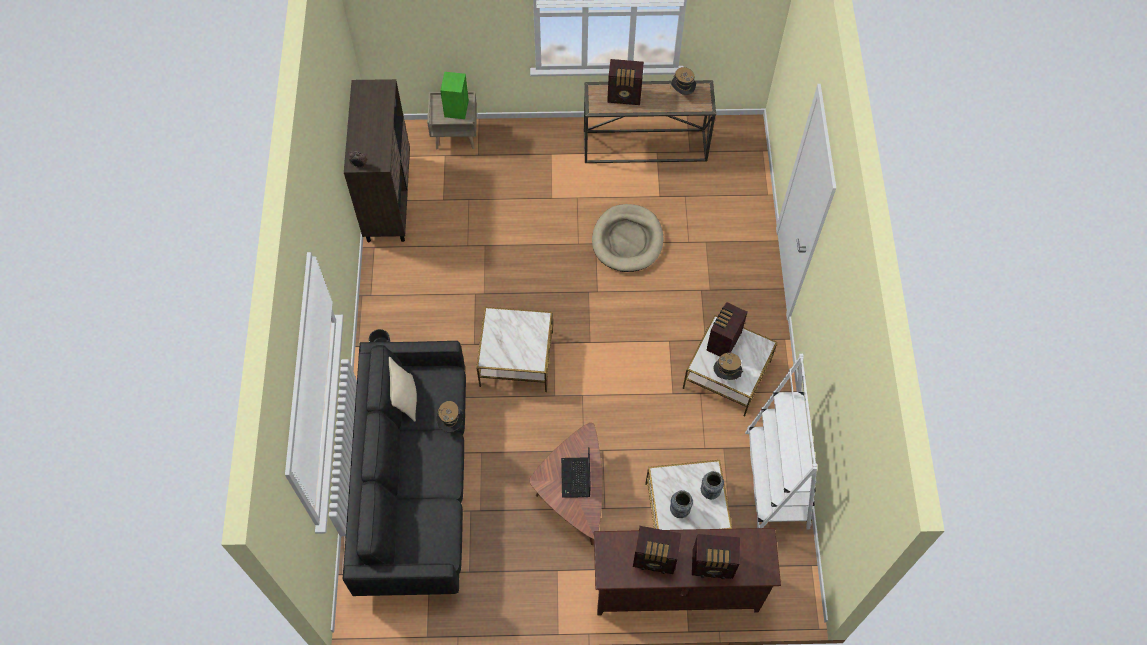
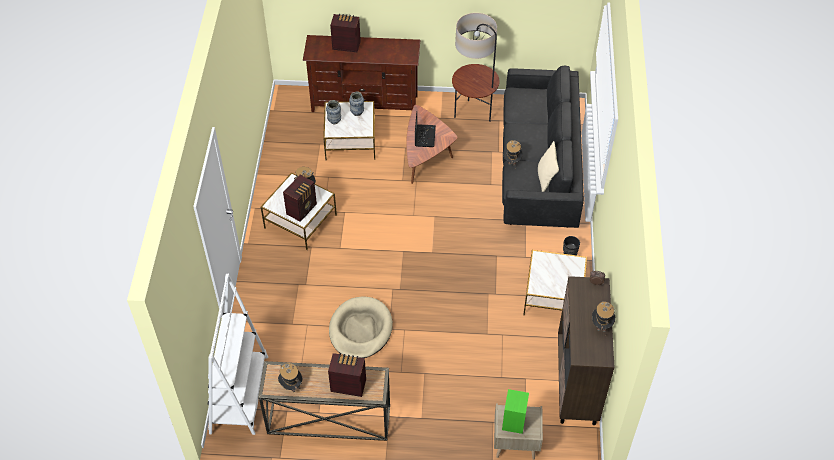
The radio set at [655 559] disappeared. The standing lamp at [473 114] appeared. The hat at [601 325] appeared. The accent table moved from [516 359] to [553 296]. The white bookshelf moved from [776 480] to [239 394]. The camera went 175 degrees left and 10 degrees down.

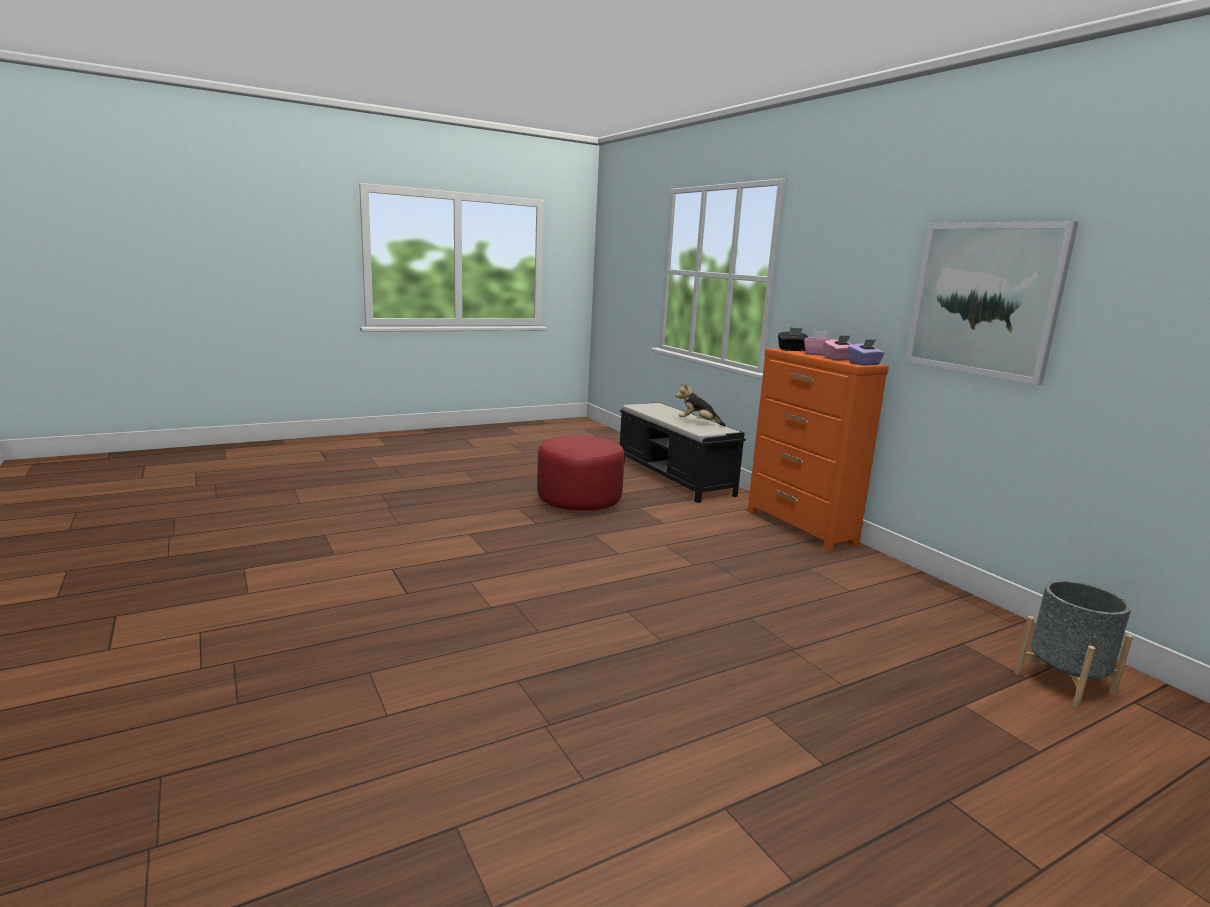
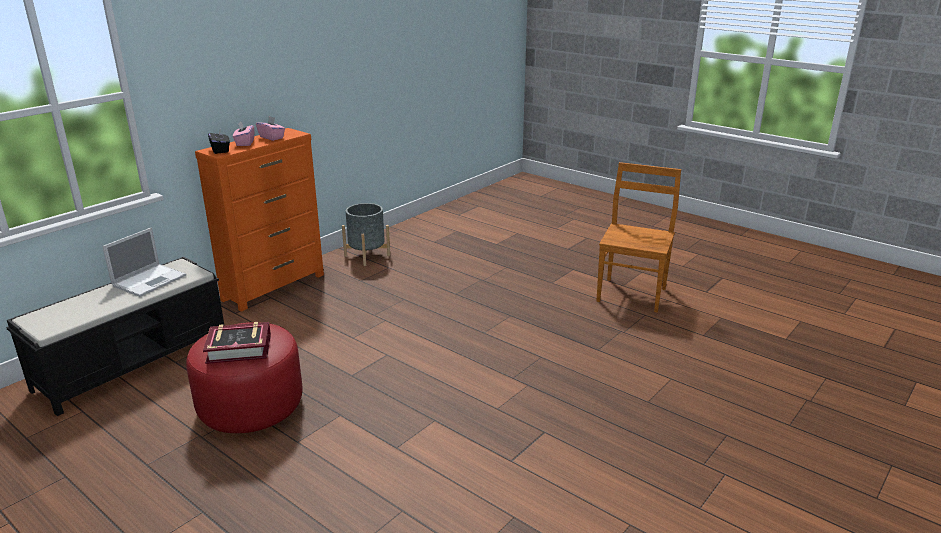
The purplish tissue box at [864 364] disappeared. The picture at [984 299] disappeared. The bound book at [239 348] appeared. The brown upright chair at [632 294] appeared. The gray planter moved from [1064 683] to [367 256]. The cuddly toy at [698 423] was replaced by the laptop at [150 280]. The camera went 110 degrees left and 10 degrees up.

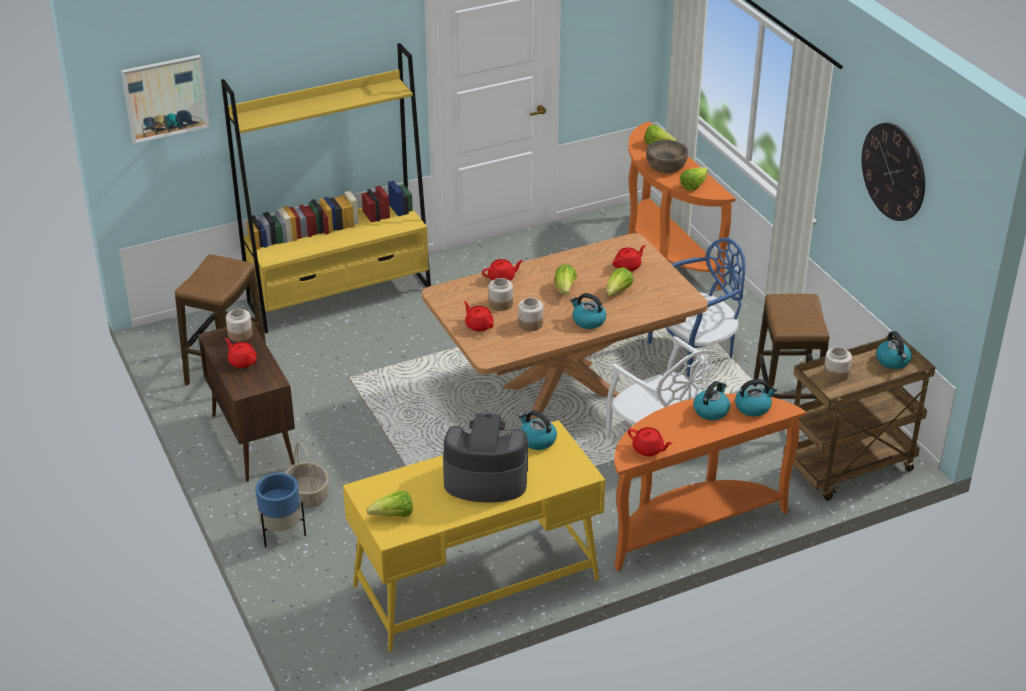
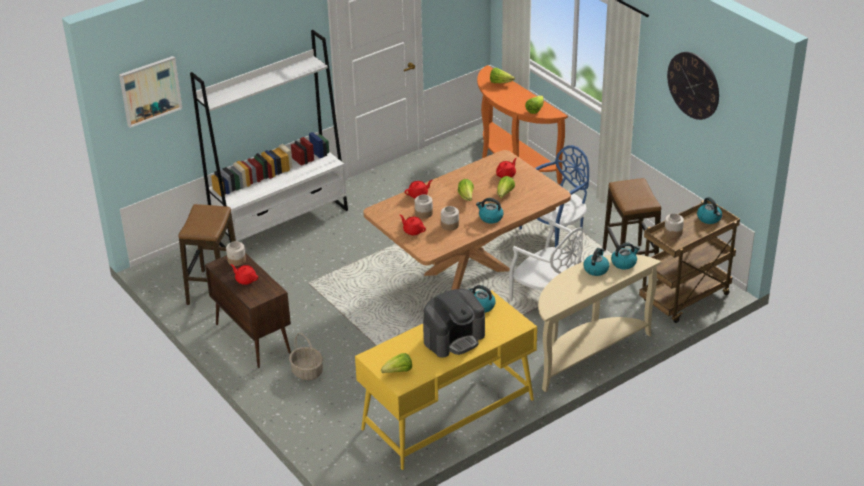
The blue planter at [281 533] disappeared. The red-coloured pot for tea at [648 449] disappeared. The brown serving bowl at [666 165] disappeared. The yellow bookshelf at [340 296] became the white bookshelf at [281 224]. The orangey hall table at [690 525] became the sand-coloured hall table at [586 353]. The coffee brewer at [485 479] turned 150 degrees clockwise. The camera went 10 degrees left and 0 degrees up.

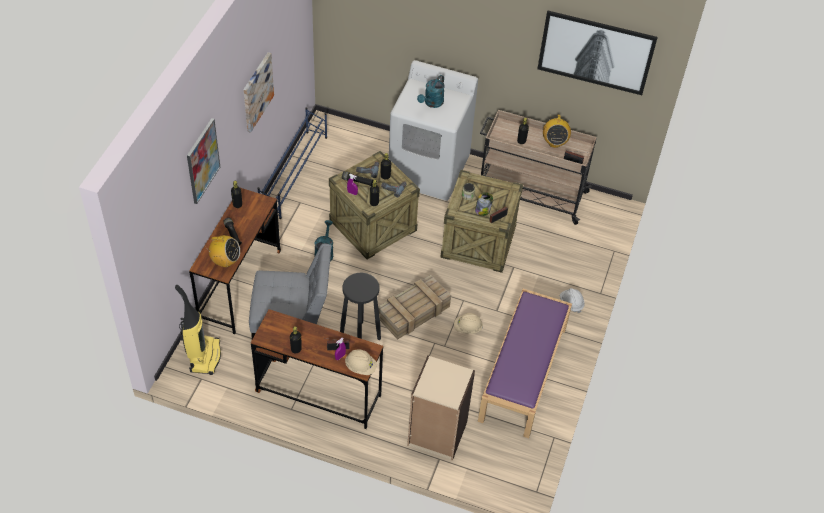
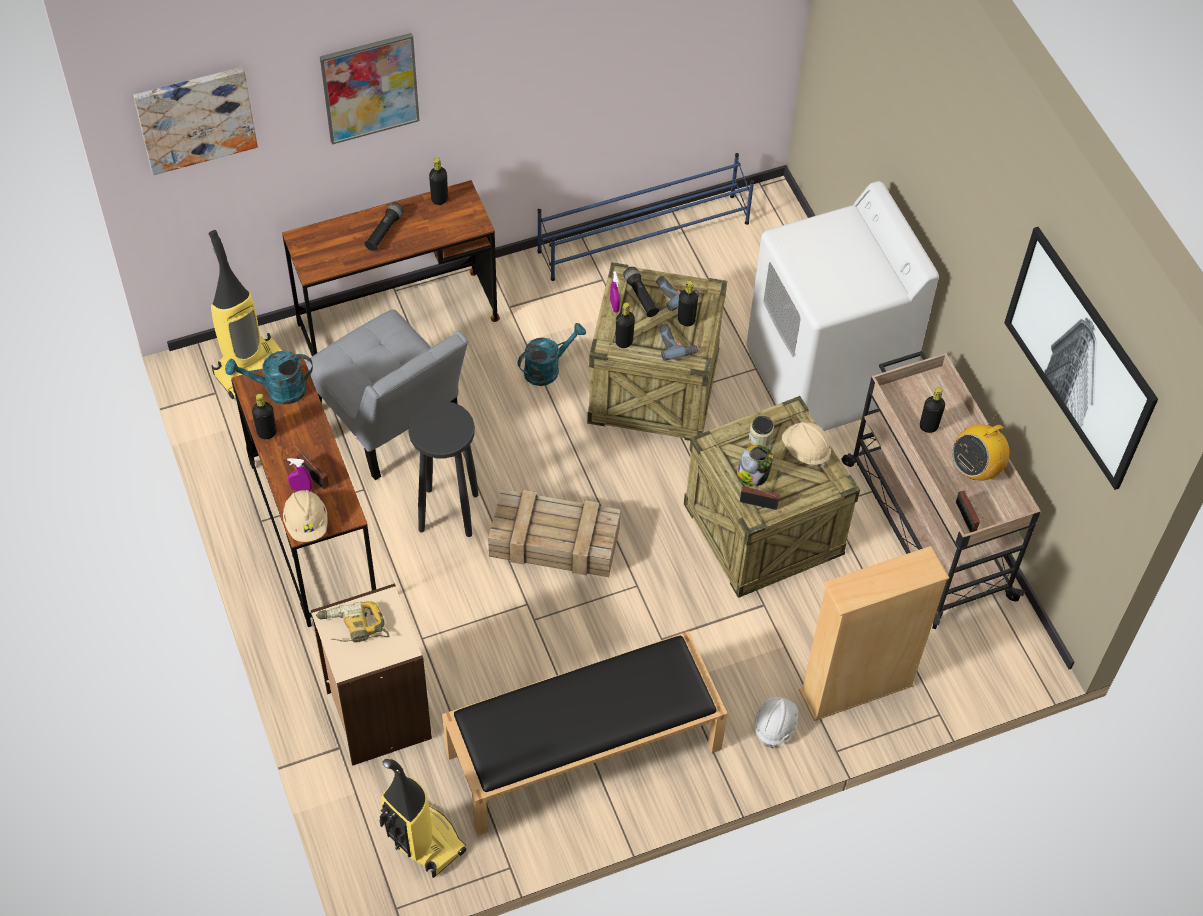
The radio set at [225 261] disappeared. The electric drill at [353 628] appeared. The vacuum at [421 839] appeared. The sand-coloured bookshelf at [856 689] appeared. The picture moved from [257 92] to [195 118]. The turquoise sprinkling can moved from [432 103] to [278 390]. The sand-coloured safety helmet moved from [467 328] to [805 450]. The purplish bench at [523 374] became the blackish bench at [582 751]. The camera went 50 degrees right and 5 degrees up.

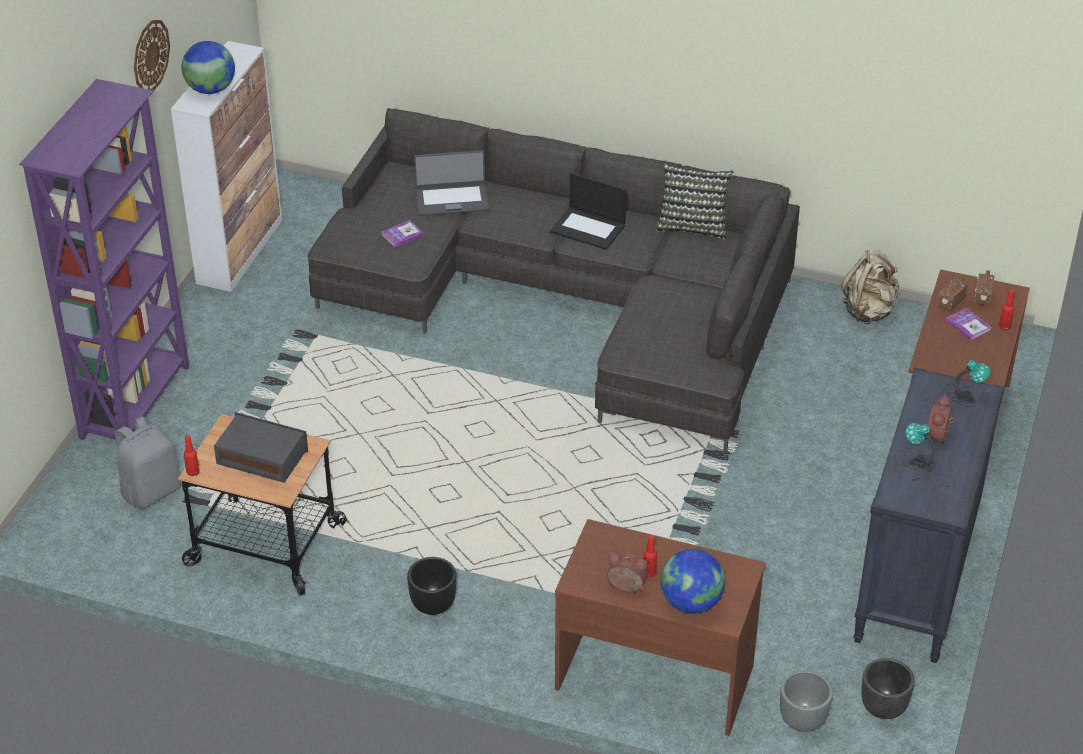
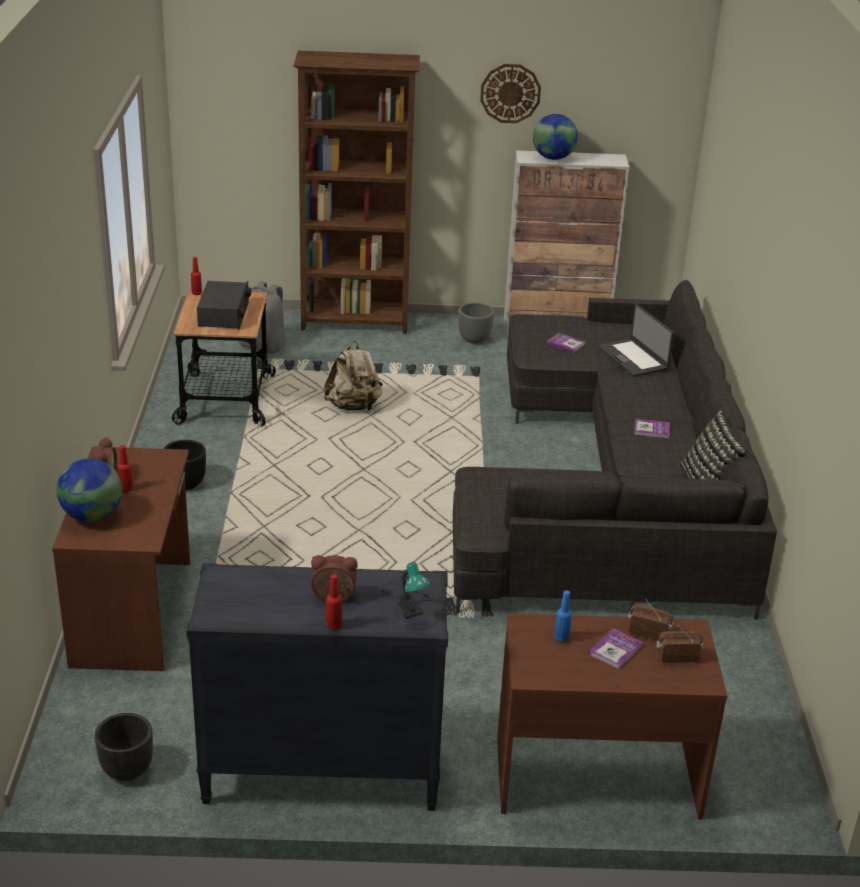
The lamp for a table at [922 468] disappeared. The blue beverage bottle at [561 638] appeared. The gray planter moved from [803 720] to [474 339]. The sand-coloured knapsack moved from [869 311] to [354 406]. The red-coloured beverage bottle moved from [1004 326] to [334 625]. The laptop at [589 228] was replaced by the bound book at [651 429]. The purplish bookshelf at [137 402] became the brown bookshelf at [355 323]. The camera went 70 degrees right and 10 degrees down.

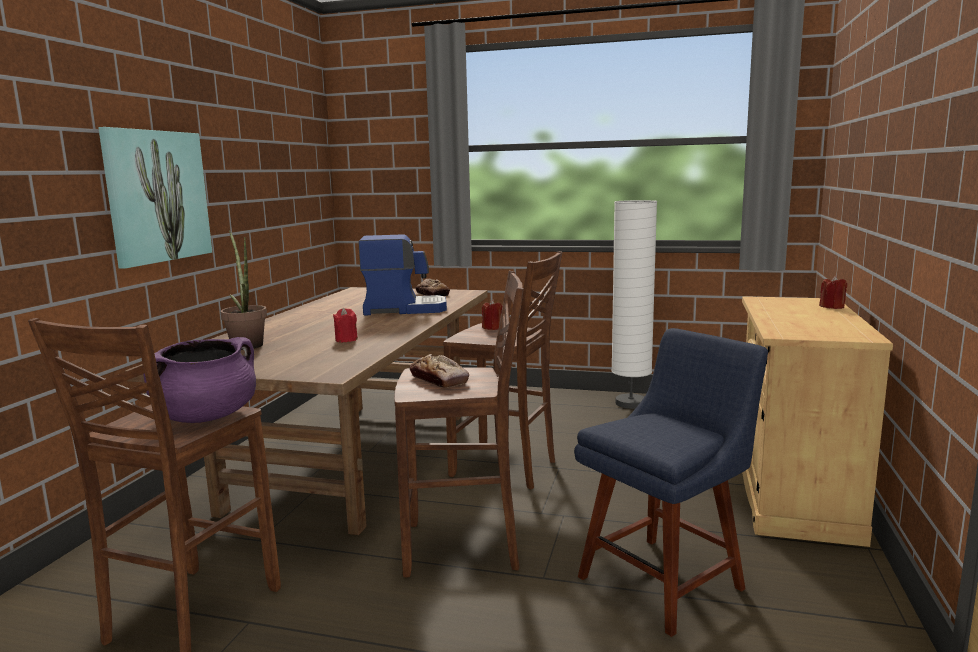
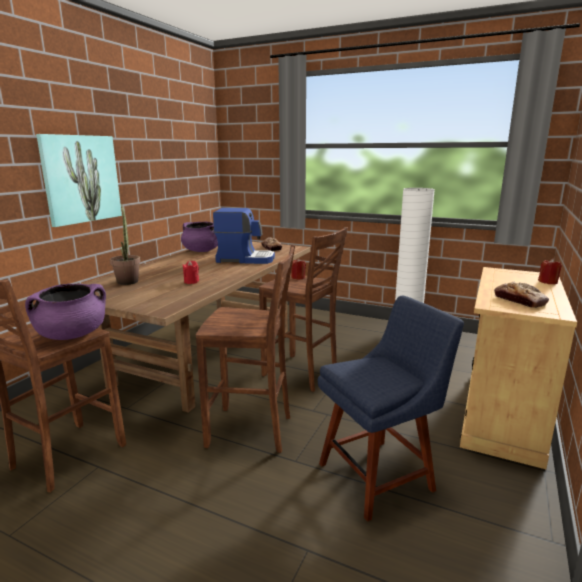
The purplish saucepot at [202 251] appeared. The bread moved from [439 379] to [519 300]. The camera went 10 degrees right and 5 degrees up.

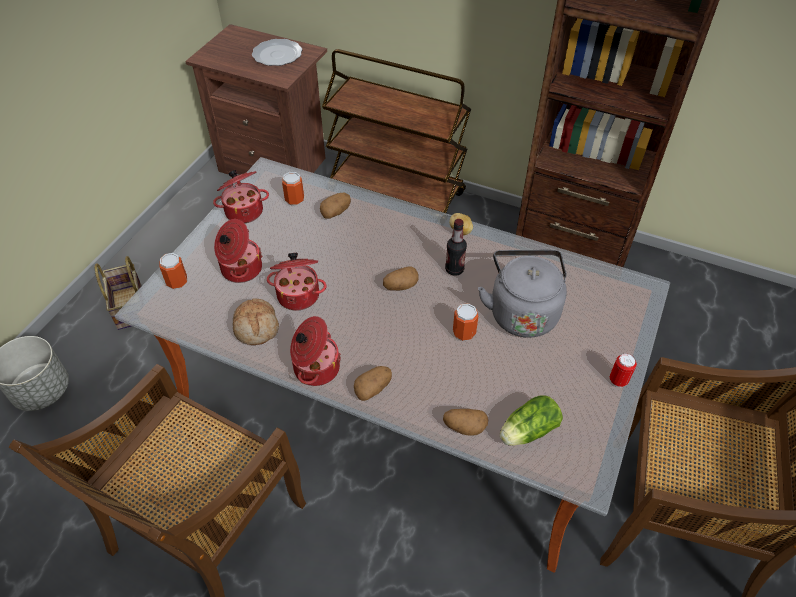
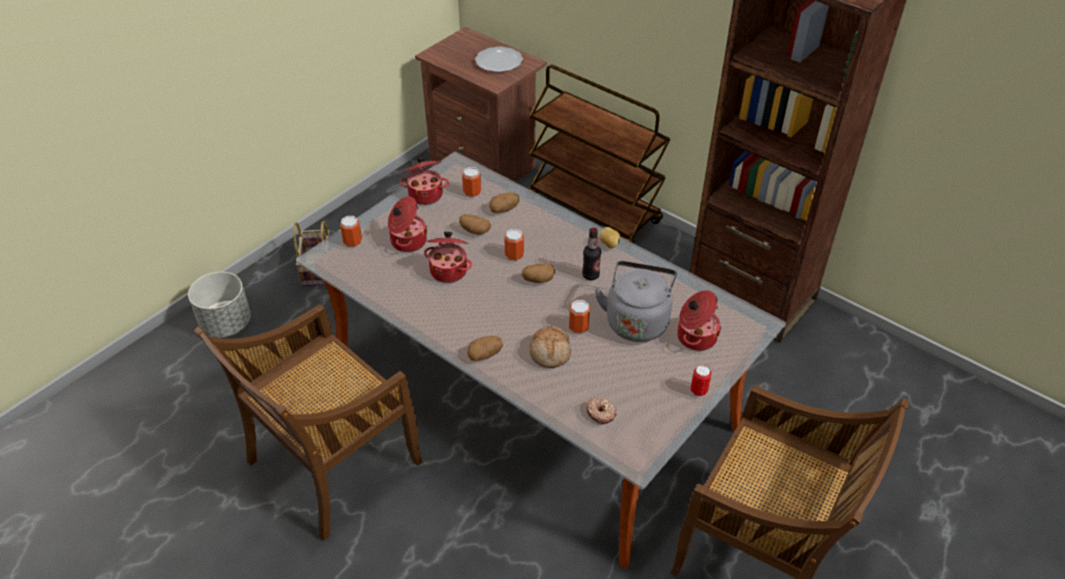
The sealed can at [514 255] appeared. The bread moved from [257 327] to [550 352]. The saucepot moved from [315 368] to [695 336]. The whole potato moved from [464 427] to [474 231]. The head of lettuce at [526 432] was replaced by the donut at [600 413]. The camera went 15 degrees right and 5 degrees down.

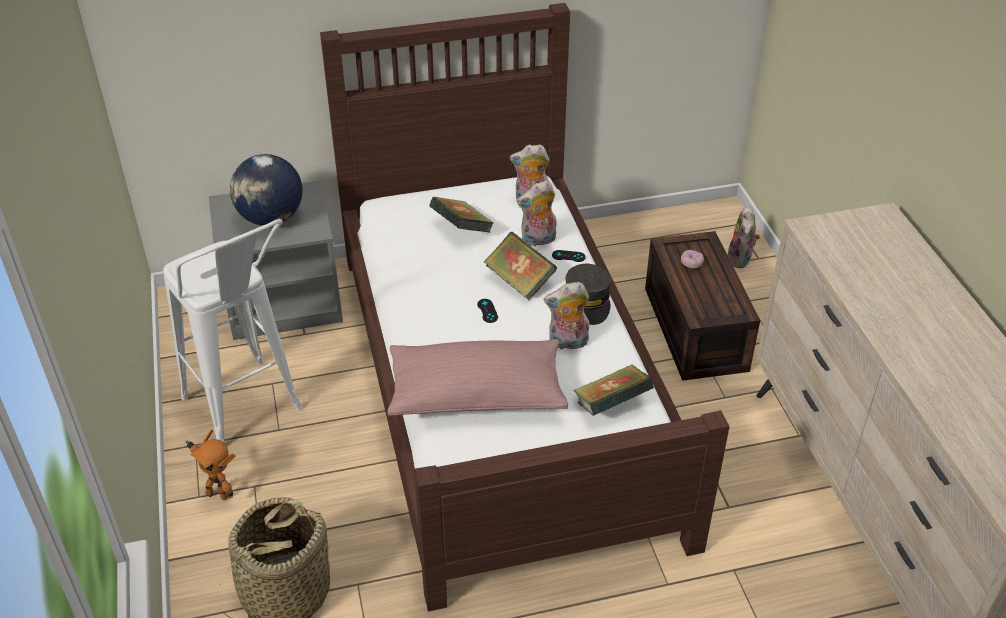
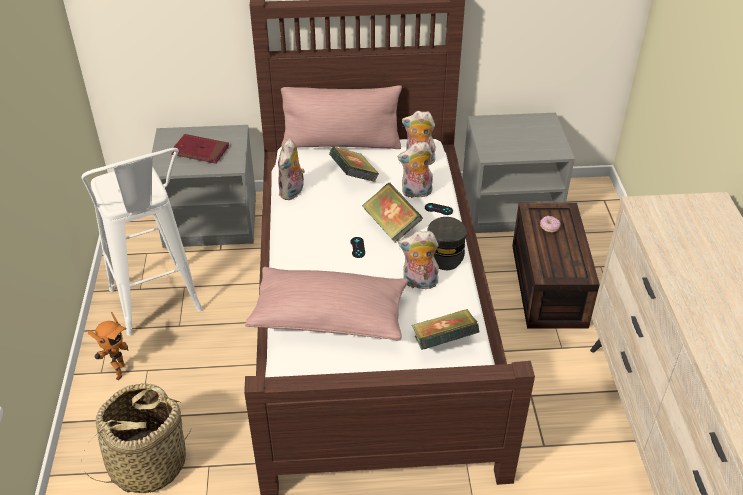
The pink cushion at [341 143] appeared. The gray nightstand at [510 207] appeared. The cuddly toy moved from [741 259] to [292 192]. The world globe at [271 218] was replaced by the red-coloured bound book at [200 151]. The robot figure at [218 493] turned 120 degrees counterclockwise. The camera went 10 degrees right and 0 degrees up.

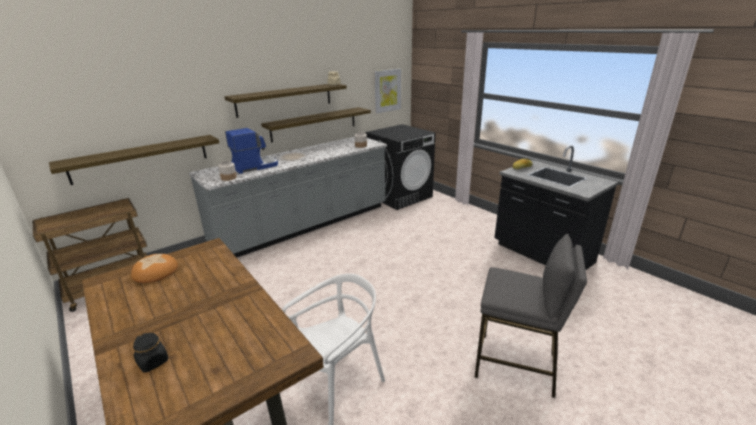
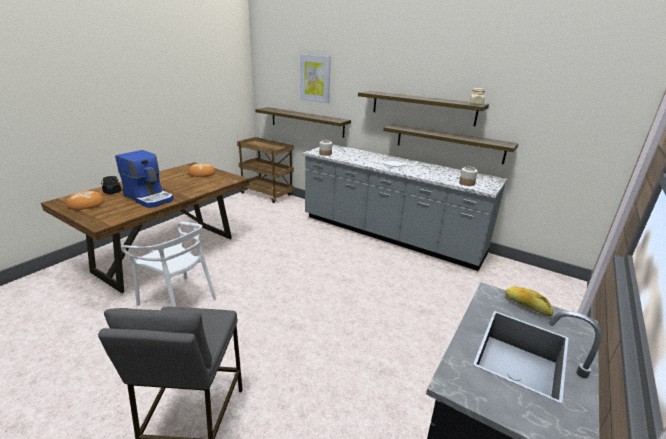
The blackish laundry appliance at [400 196] disappeared. The bread at [86 204] appeared. The coffee brewer moved from [255 166] to [150 198]. The picture moved from [387 90] to [315 78]. The camera went 70 degrees right and 0 degrees up.

